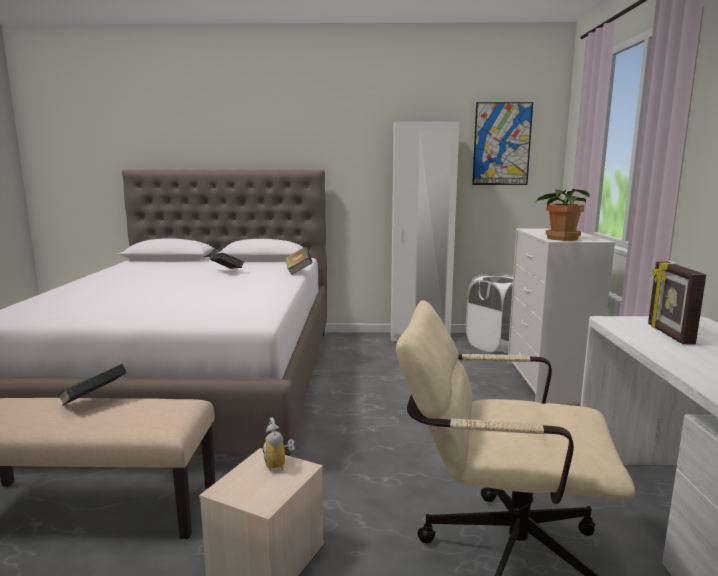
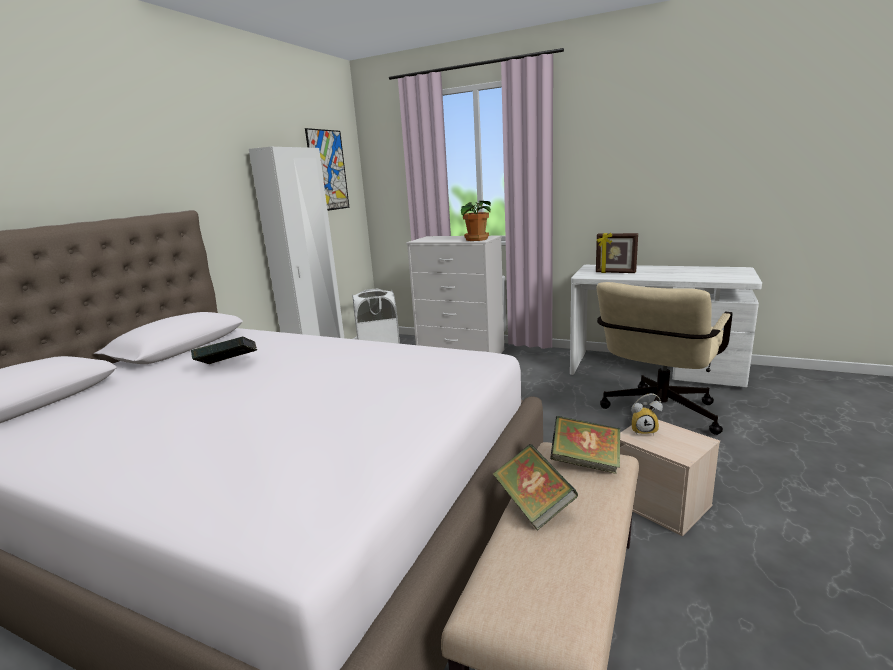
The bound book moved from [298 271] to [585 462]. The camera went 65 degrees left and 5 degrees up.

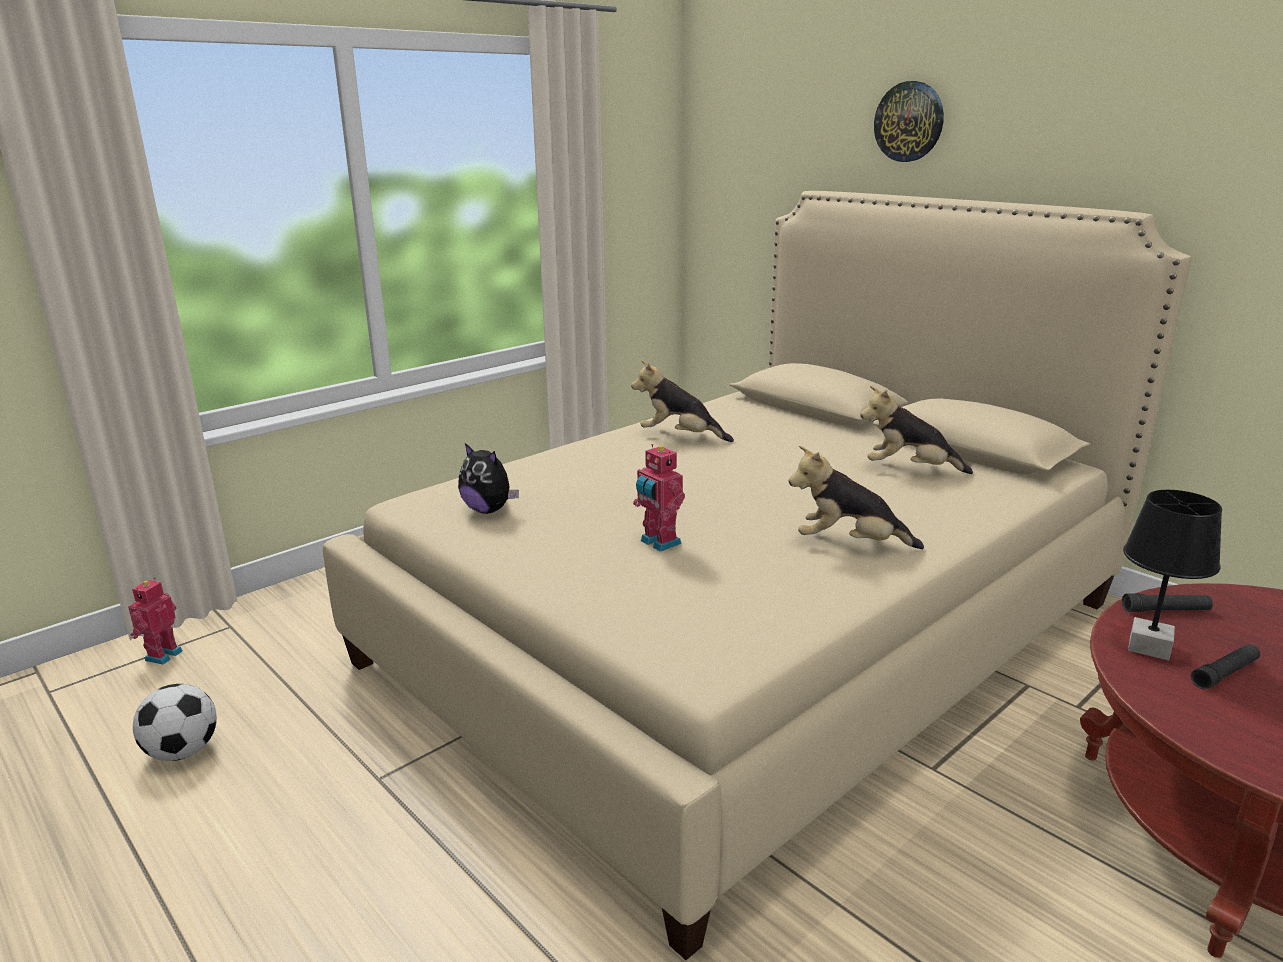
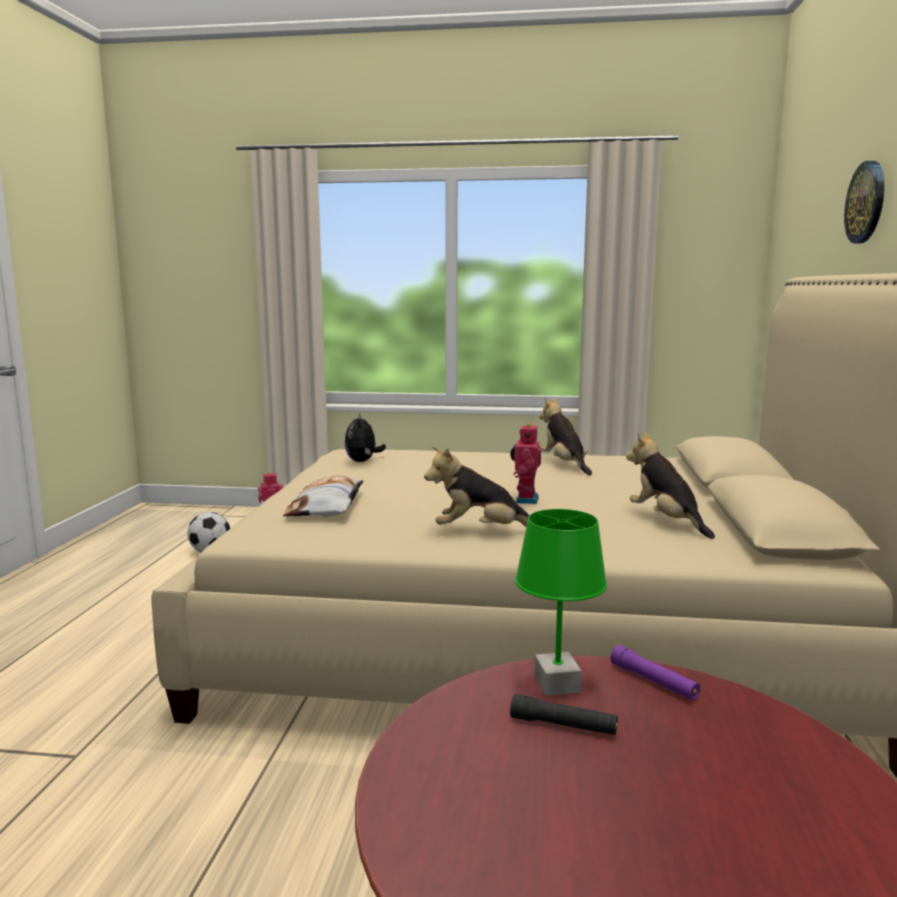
The cushion at [327 507] appeared. The robot figure moved from [658 543] to [524 500]. The blackish hand torch at [1165 610] became the purplish hand torch at [653 682]. The blackish lamp for a table at [1148 647] became the green lamp for a table at [556 683]. The cuddly toy at [849 544] turned 60 degrees counterclockwise. The camera went 50 degrees right and 10 degrees down.

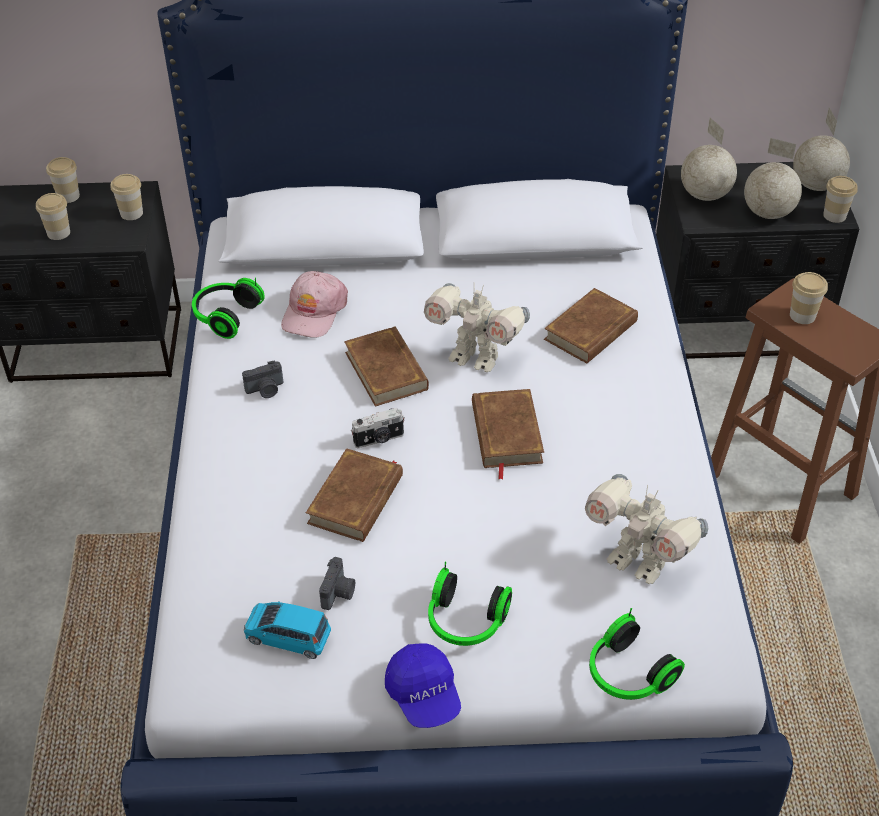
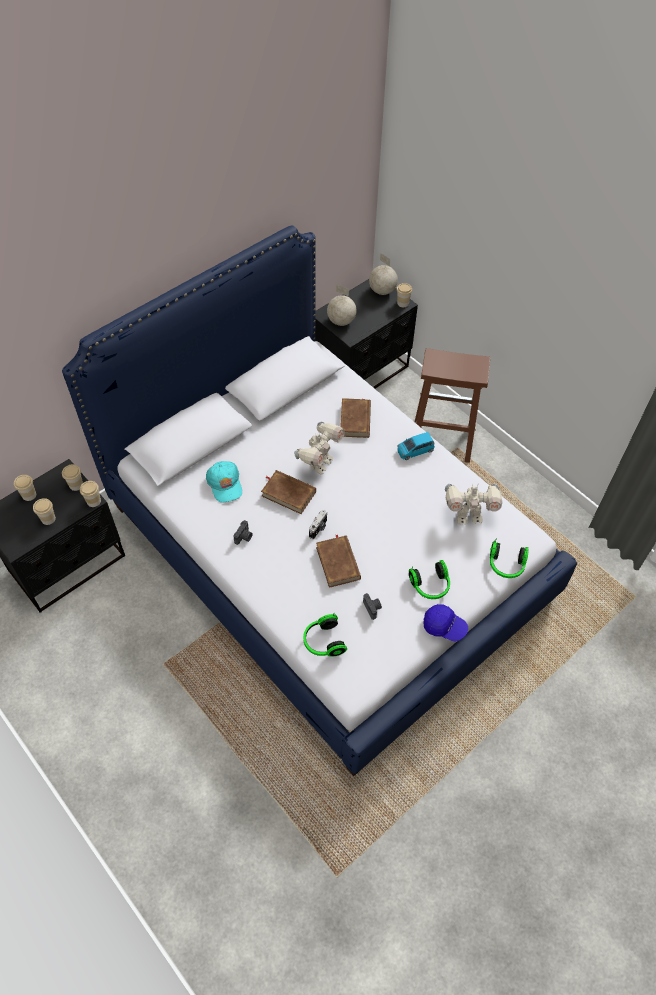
The brown bound book at [506 434] disappeared. The world globe at [768 213] disappeared. The pair of headphones moved from [225 316] to [323 641]. The blue miniature car moved from [288 637] to [415 450]. The drinking cup moved from [802 315] to [93 501]. The pink baseball cap at [314 311] became the turquoise baseball cap at [225 484]. The robot figure at [475 358] turned 45 degrees counterclockwise. The camera went 40 degrees left and 10 degrees up.

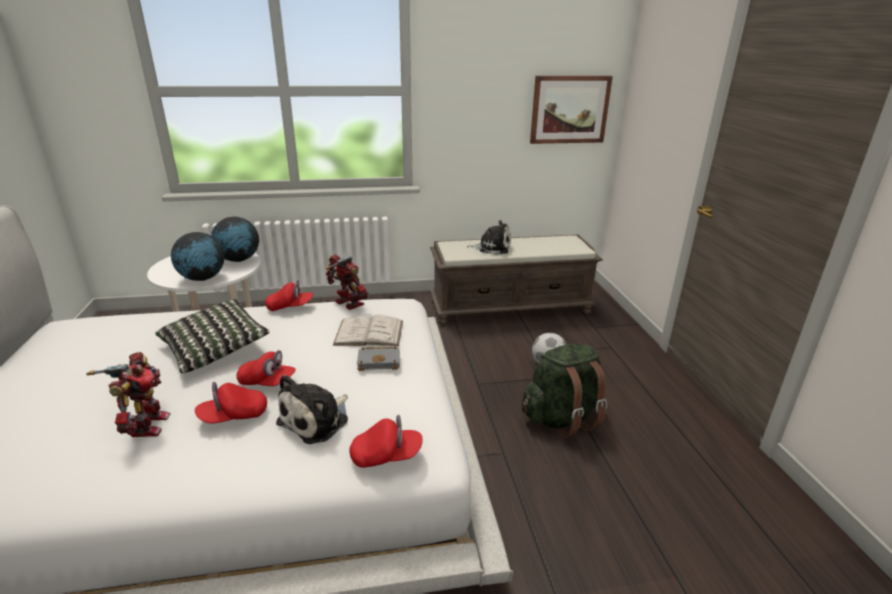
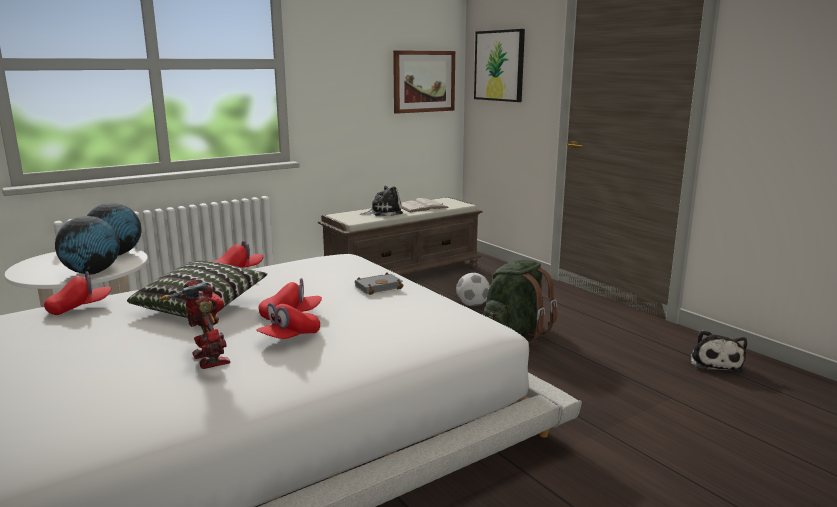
The robot figure at [348 304] disappeared. The picture at [499 65] appeared. The cuddly toy moved from [317 420] to [715 362]. The white bound book moved from [369 333] to [422 206]. The red-coloured baseball cap moved from [386 456] to [80 308]. The camera went 25 degrees left and 10 degrees down.

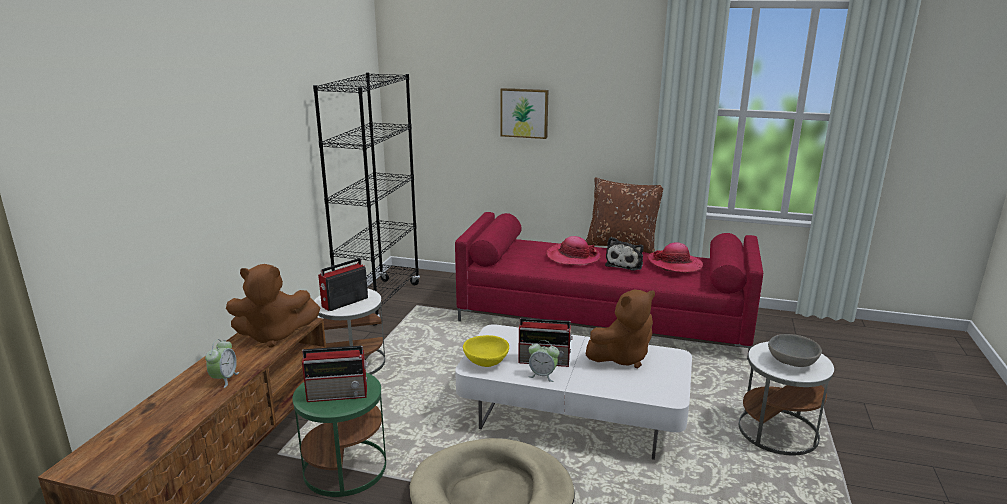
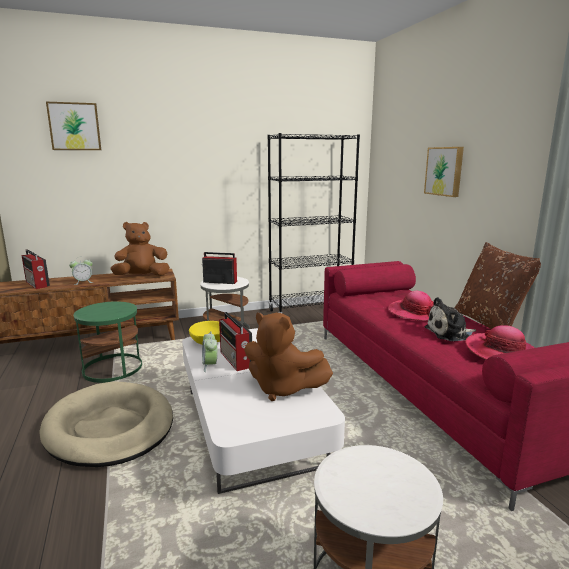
The gray serving bowl at [791 362] disappeared. The picture at [74 126] appeared. The radio set moved from [339 394] to [37 284]. The brown cuddly toy at [274 335] turned 105 degrees clockwise. The camera went 55 degrees right and 5 degrees down.

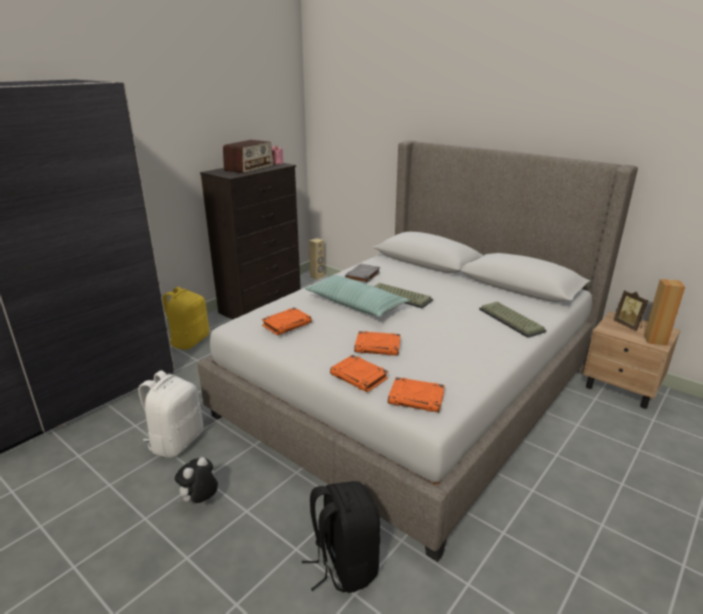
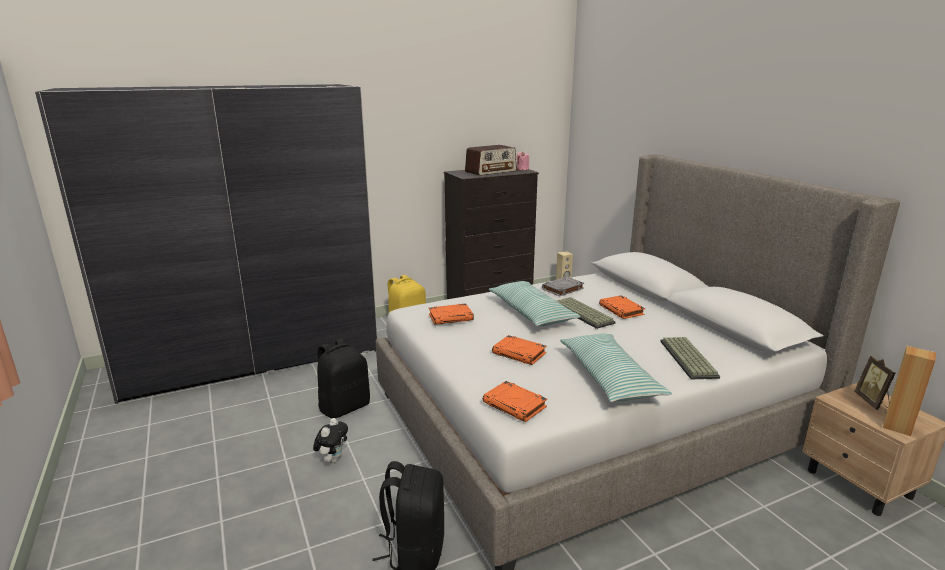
The cushion at [609 377] appeared. The orangey bound book moved from [359 377] to [621 310]. The white knapsack at [176 441] became the blackish knapsack at [344 407]. The cuddly toy at [200 501] turned 135 degrees clockwise. The camera went 25 degrees right and 5 degrees down.

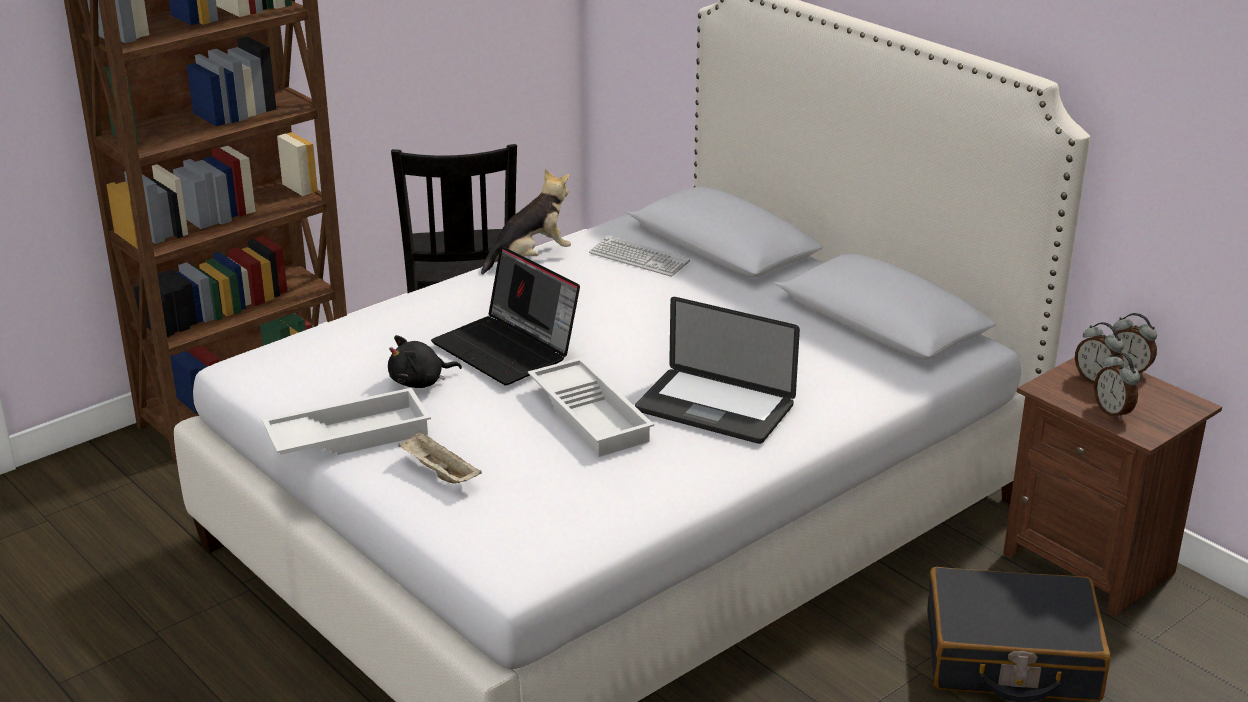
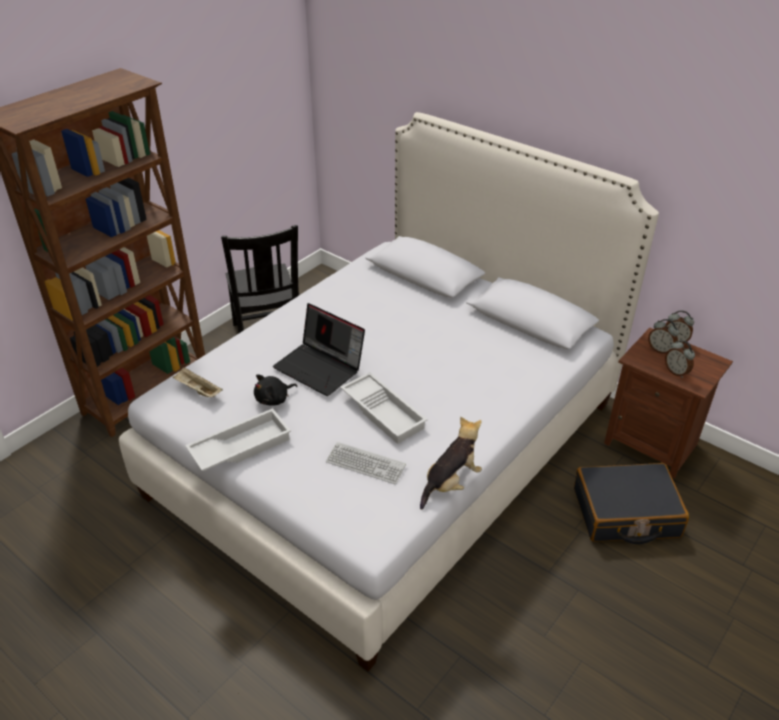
The laptop at [714 408] disappeared. The sand-coloured tray moved from [438 473] to [198 390]. The cuddly toy moved from [530 258] to [451 483]. The computer keyboard moved from [639 258] to [365 464]. The camera went 10 degrees left and 10 degrees up.

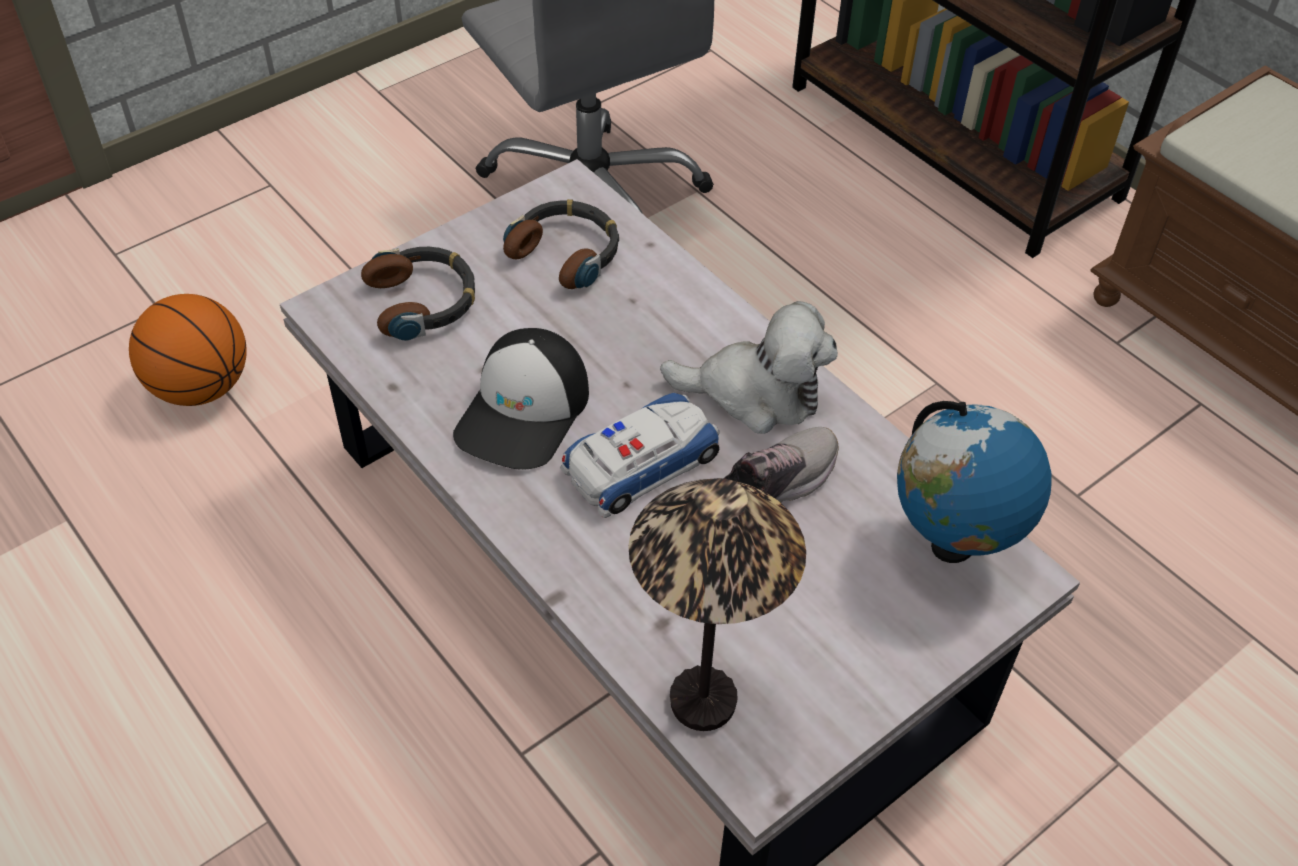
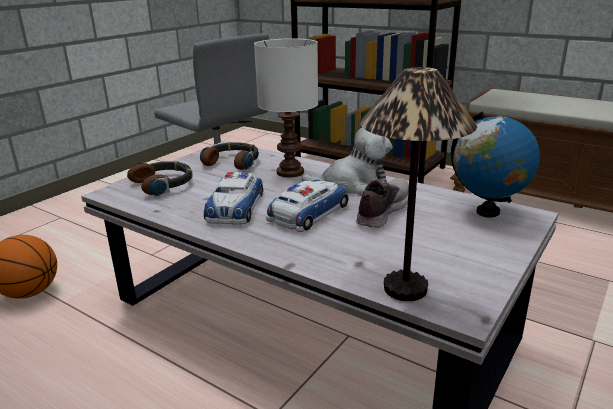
The white lamp for a table at [290 172] appeared. The baseball cap at [524 411] was replaced by the miniature car at [235 207]. The camera went 15 degrees left and 25 degrees down.

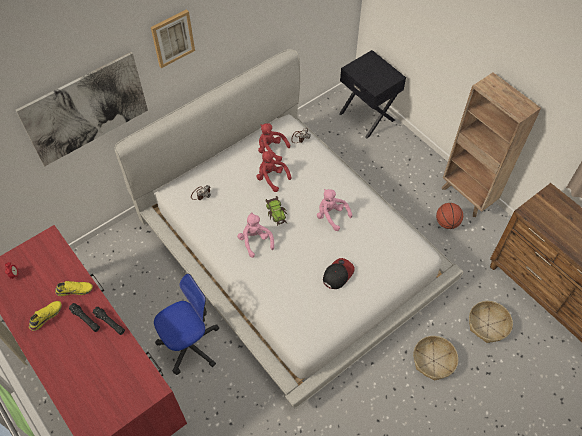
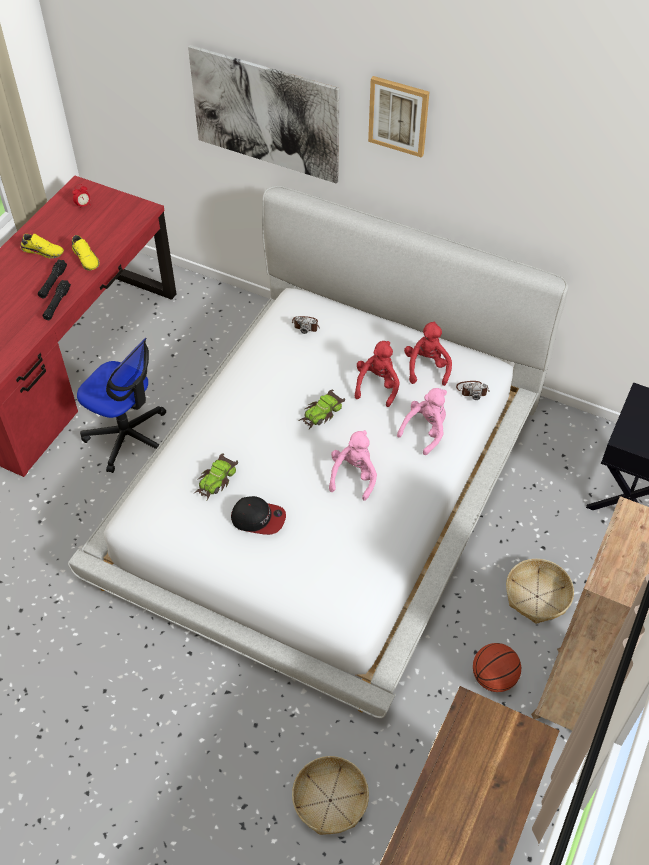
The miniature car at [216 480] appeared. The pink cuddly toy moved from [255 241] to [425 431]. The storage basket moved from [433 360] to [537 596]. The camera went 65 degrees right and 5 degrees down.

